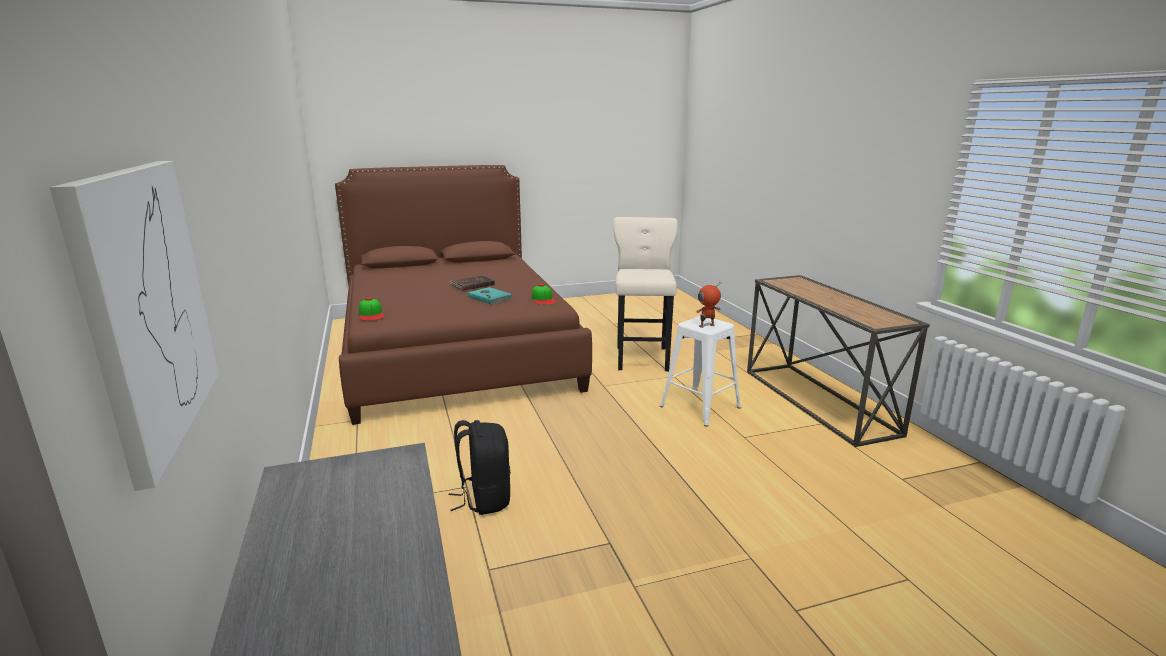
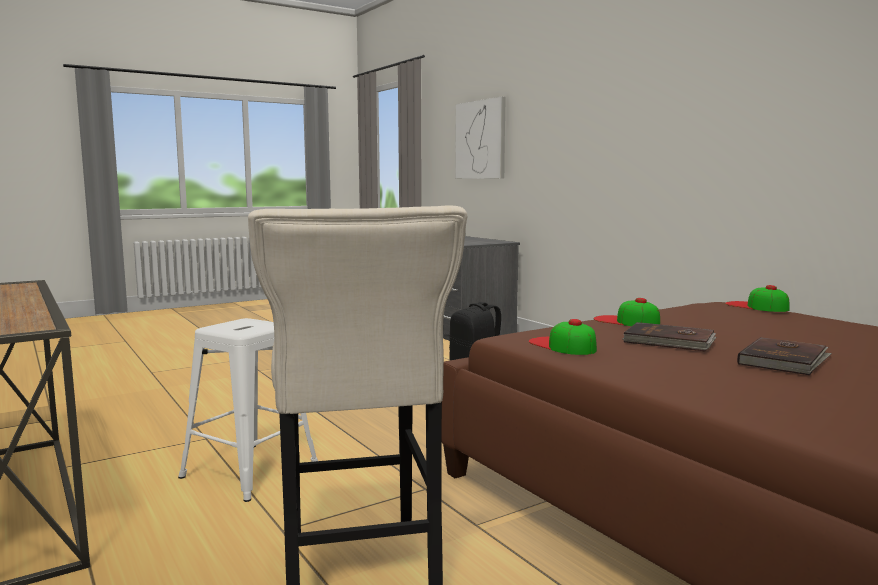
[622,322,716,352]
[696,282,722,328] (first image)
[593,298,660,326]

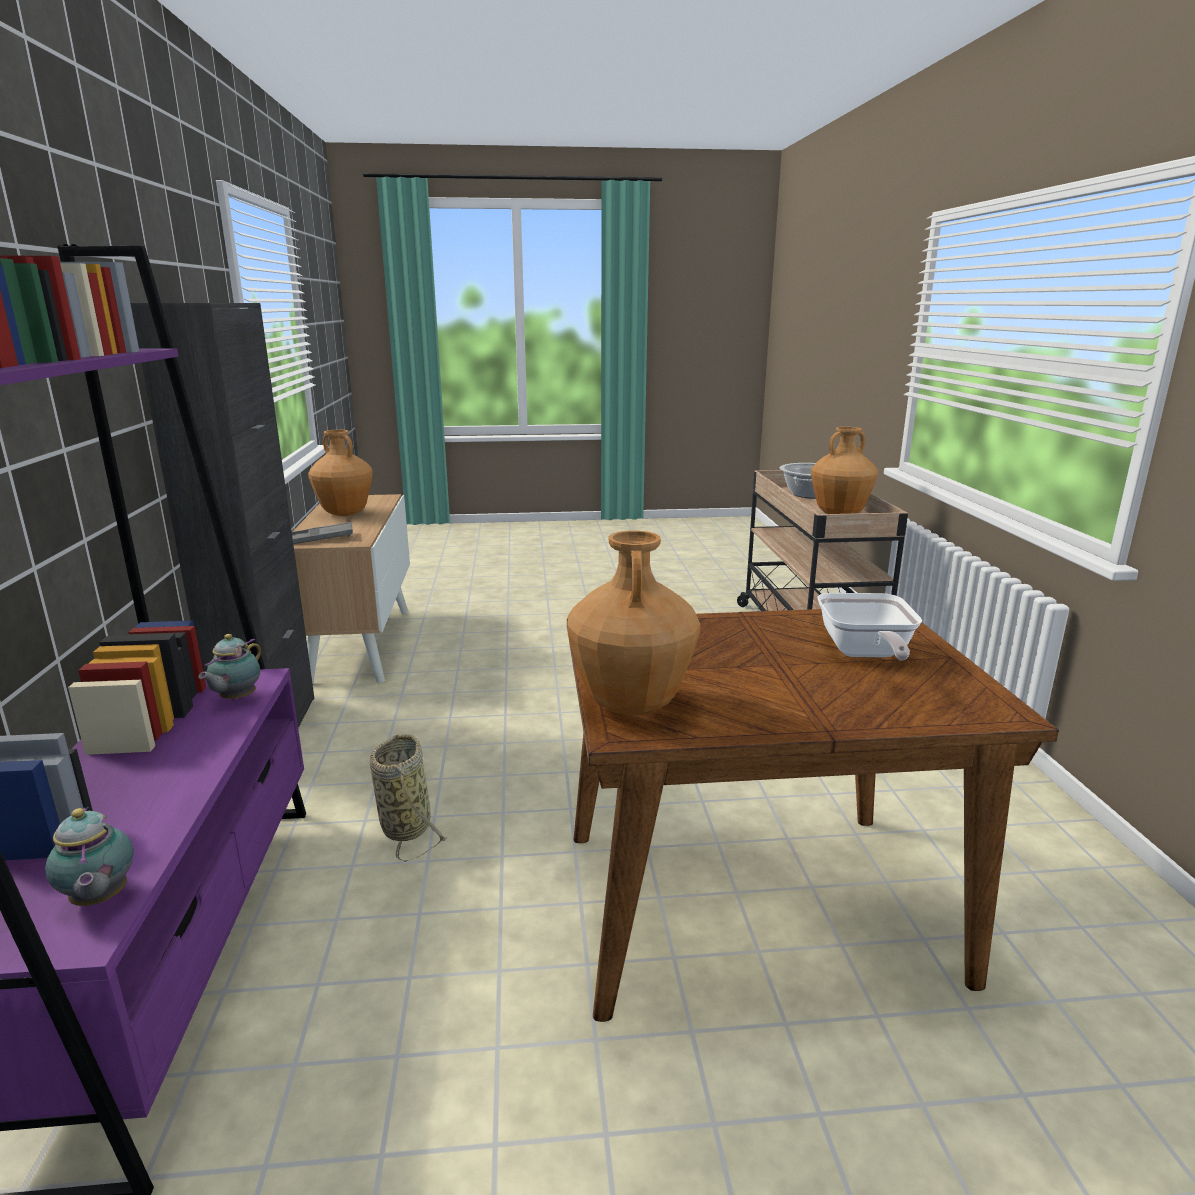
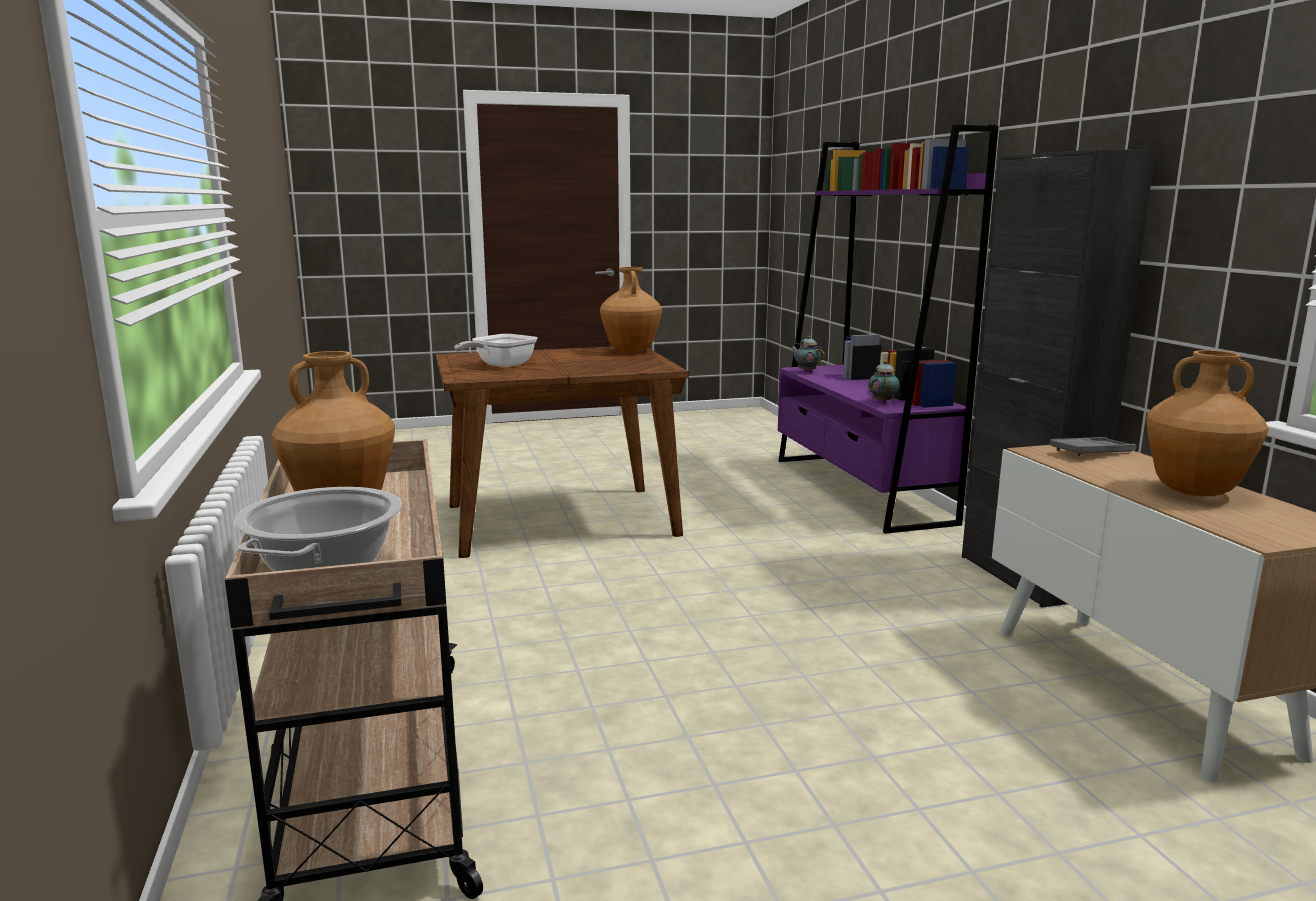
[370,734,448,862] (first image)
[454,334,538,367]

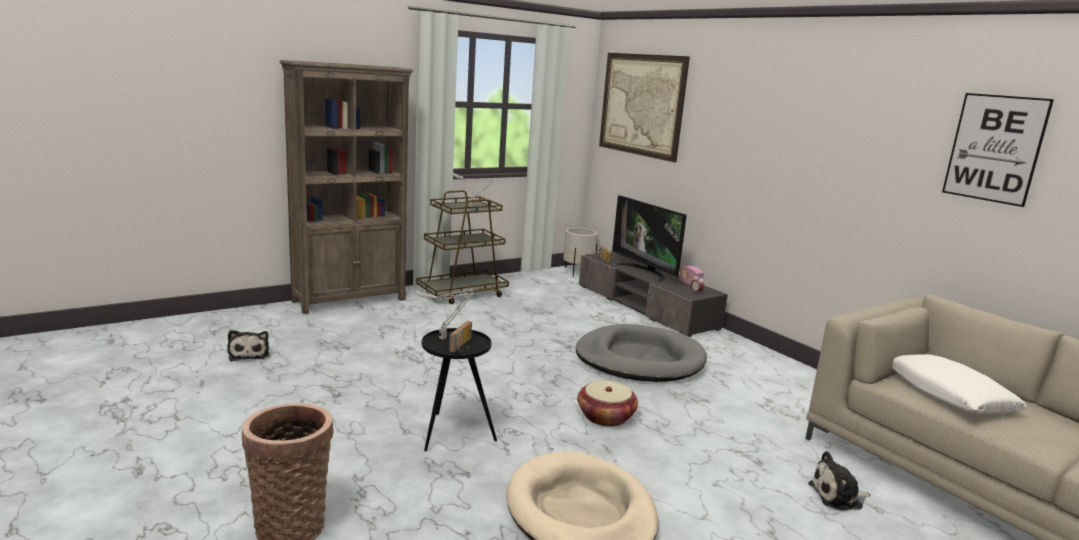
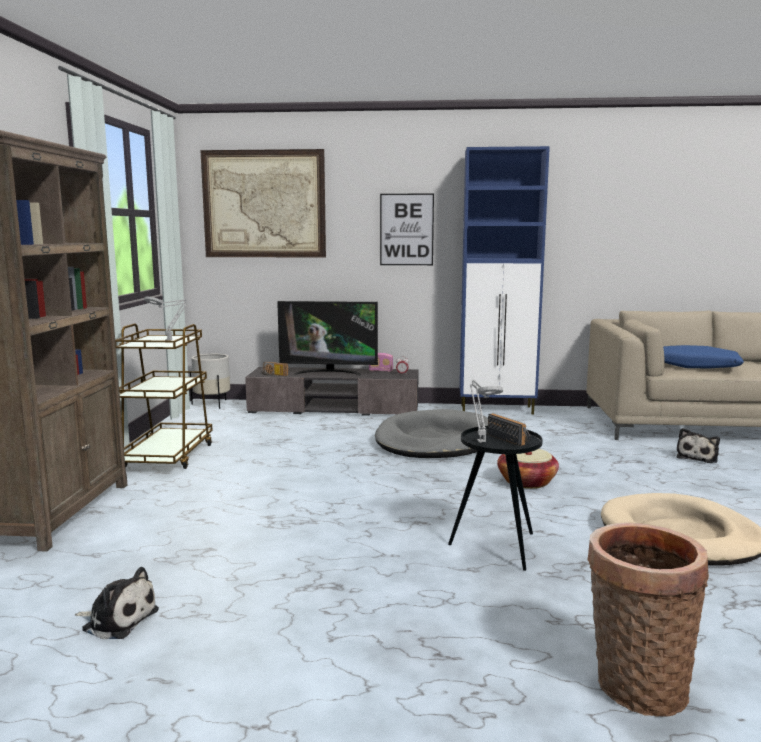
[663,345,744,369]
[380,194,434,265]
[460,146,550,414]

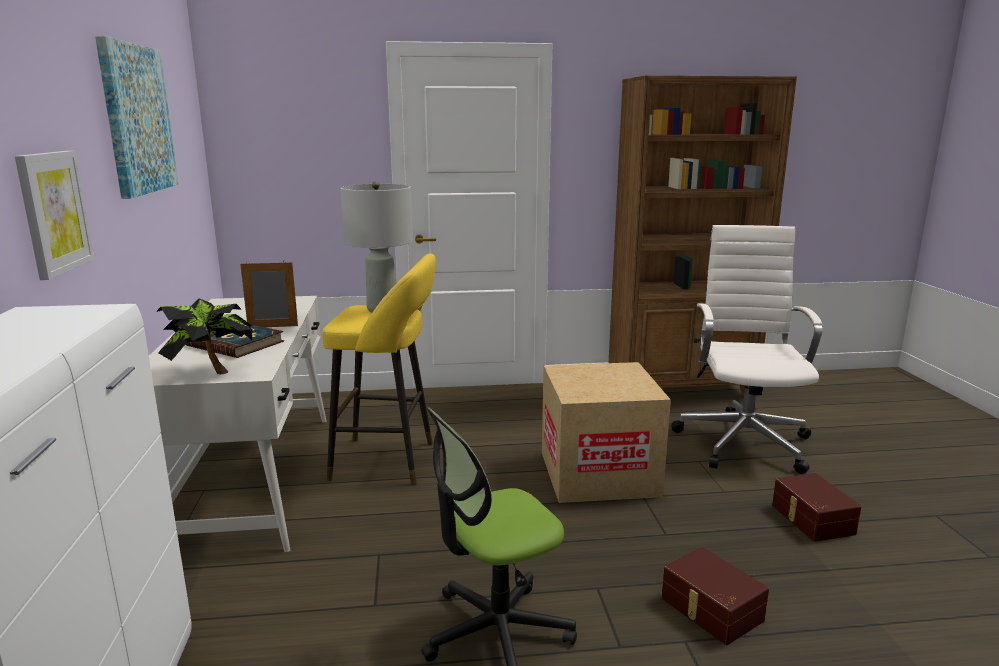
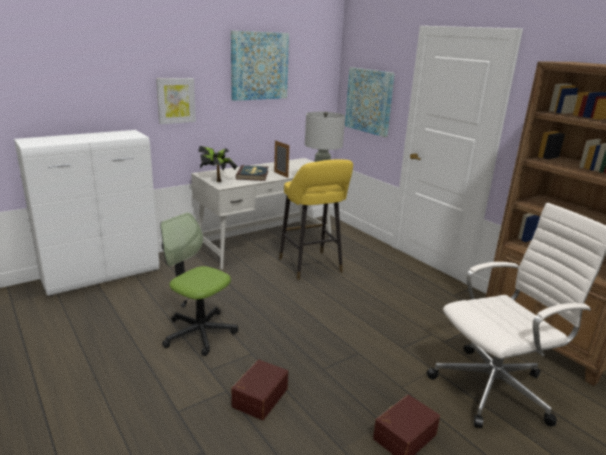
[542,362,671,503] (first image)
[345,67,395,137]

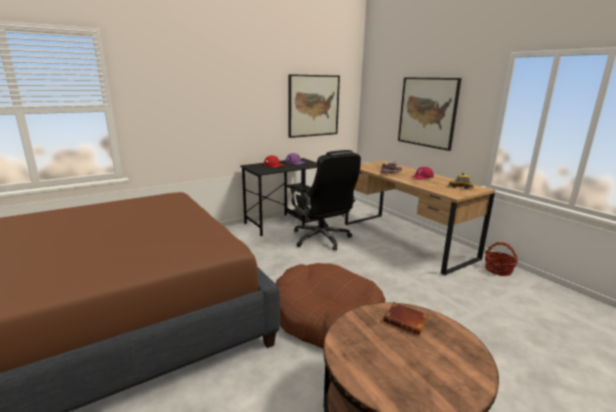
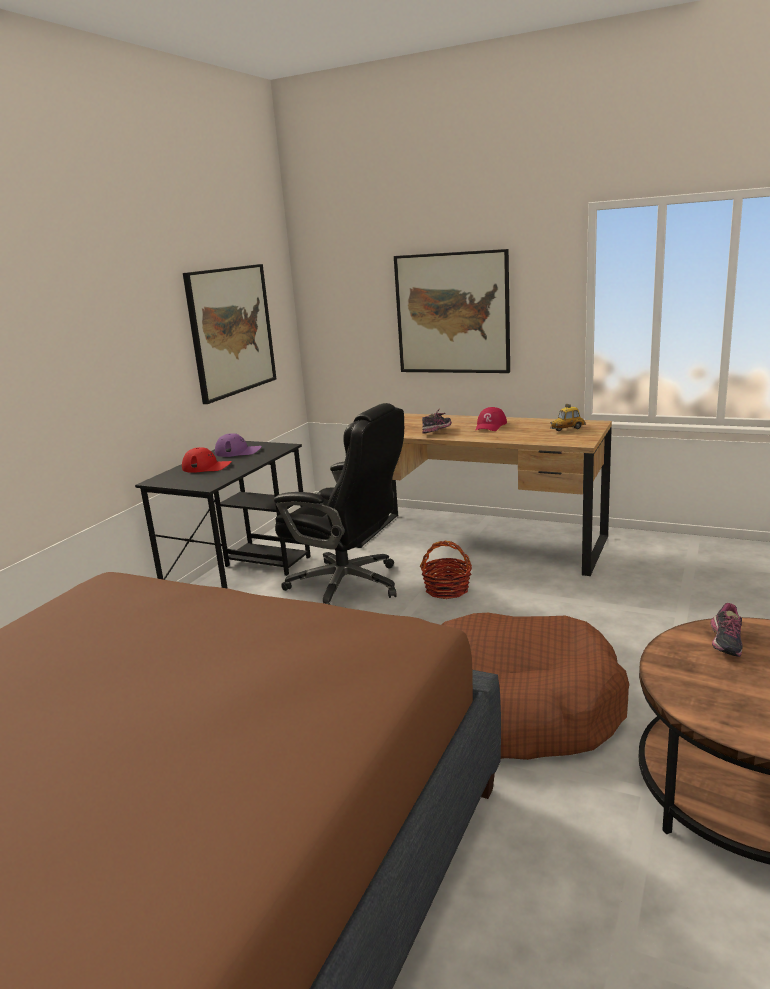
[711,603,743,657]
[420,541,472,599]

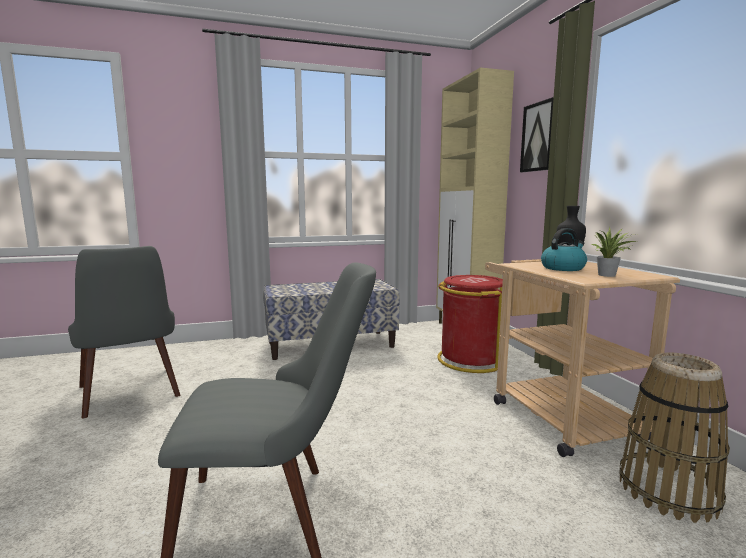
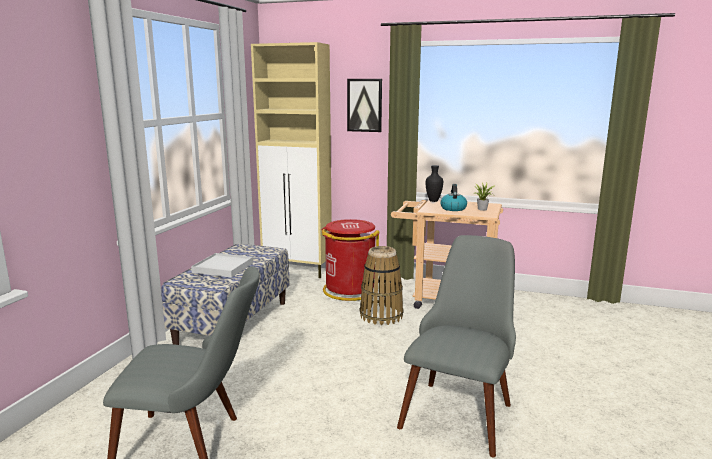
[360,246,404,325]
[191,253,253,278]

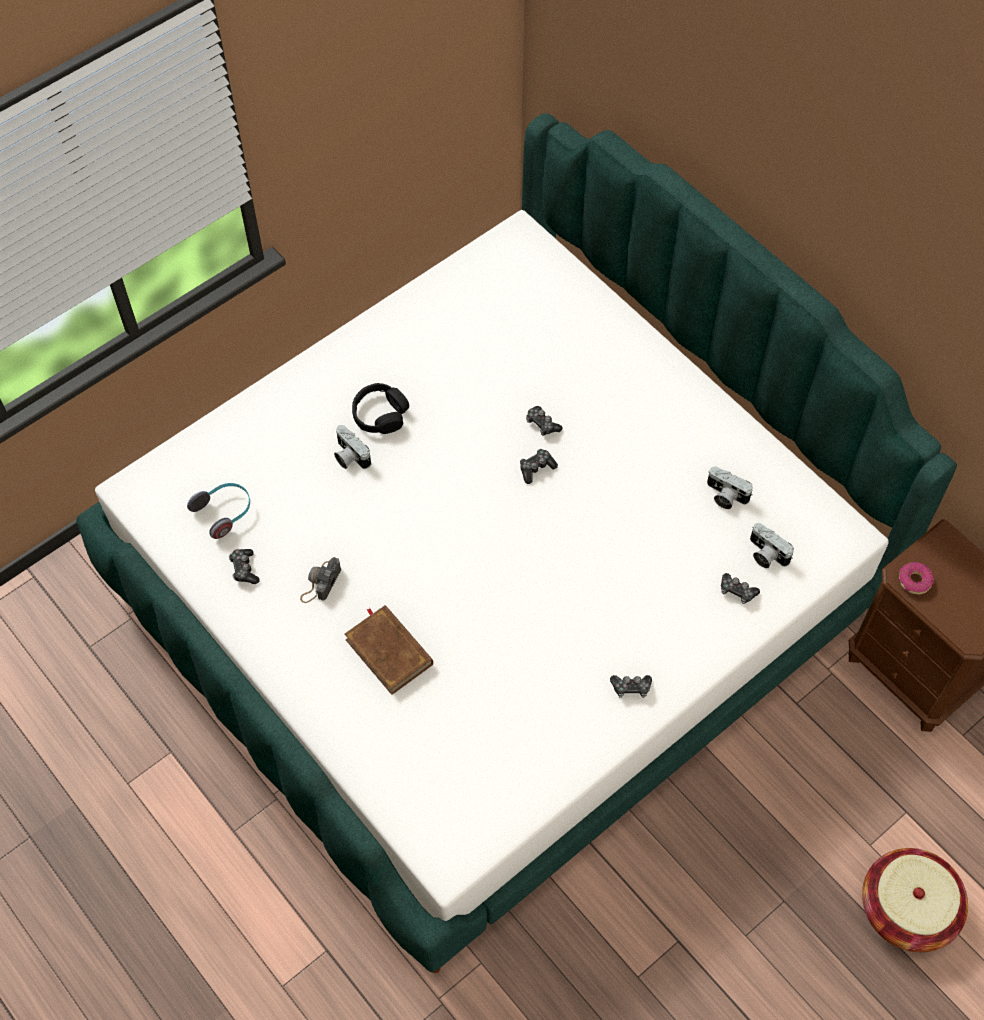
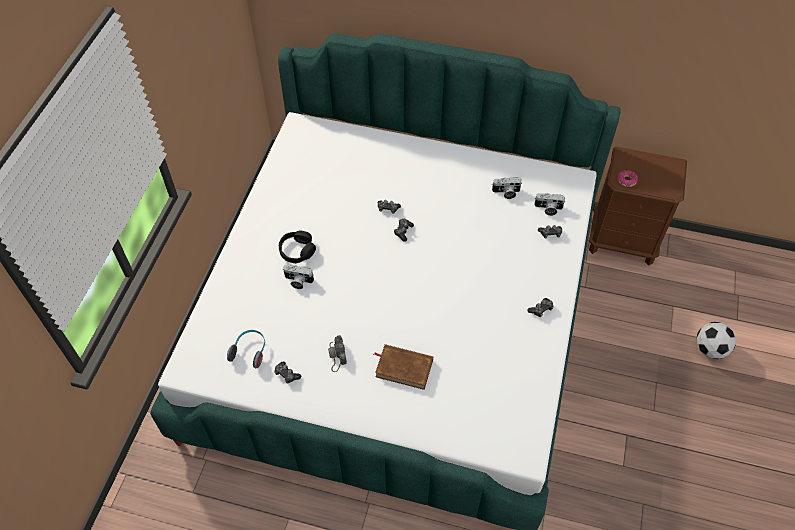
[696,322,736,359]

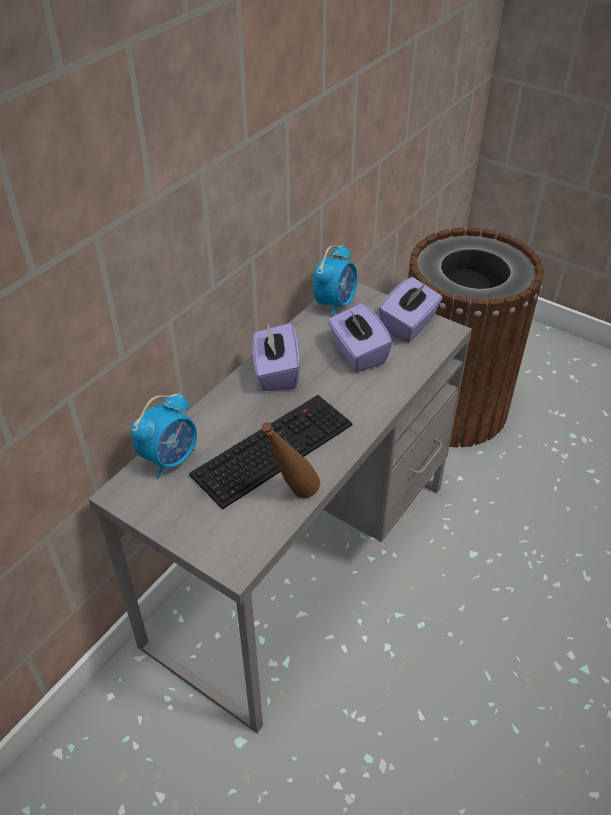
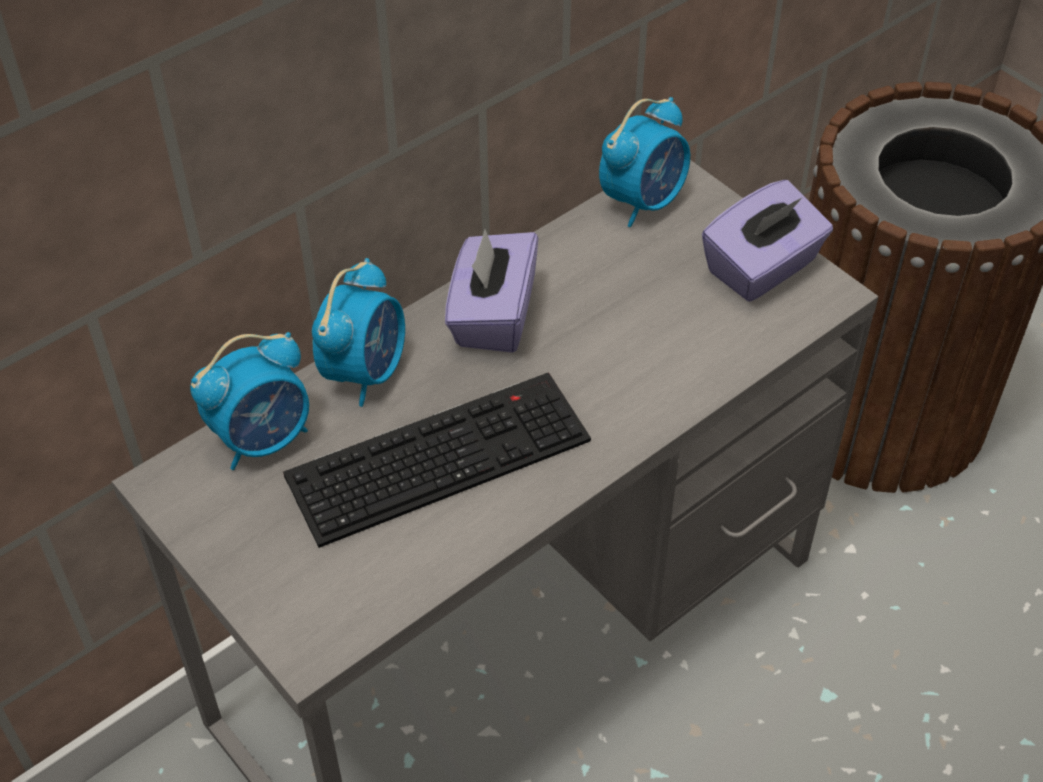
[261,422,320,498] (first image)
[328,303,393,372] (first image)
[312,258,405,407]

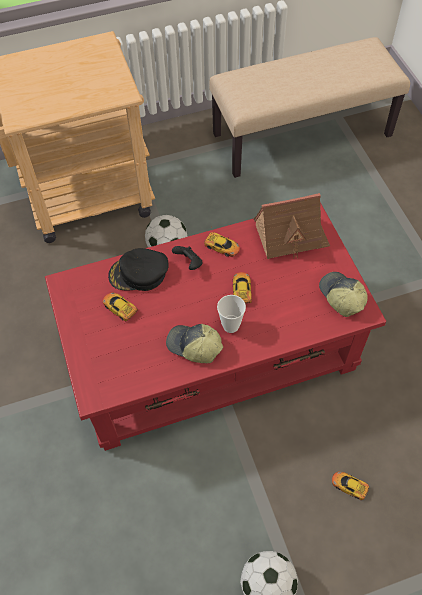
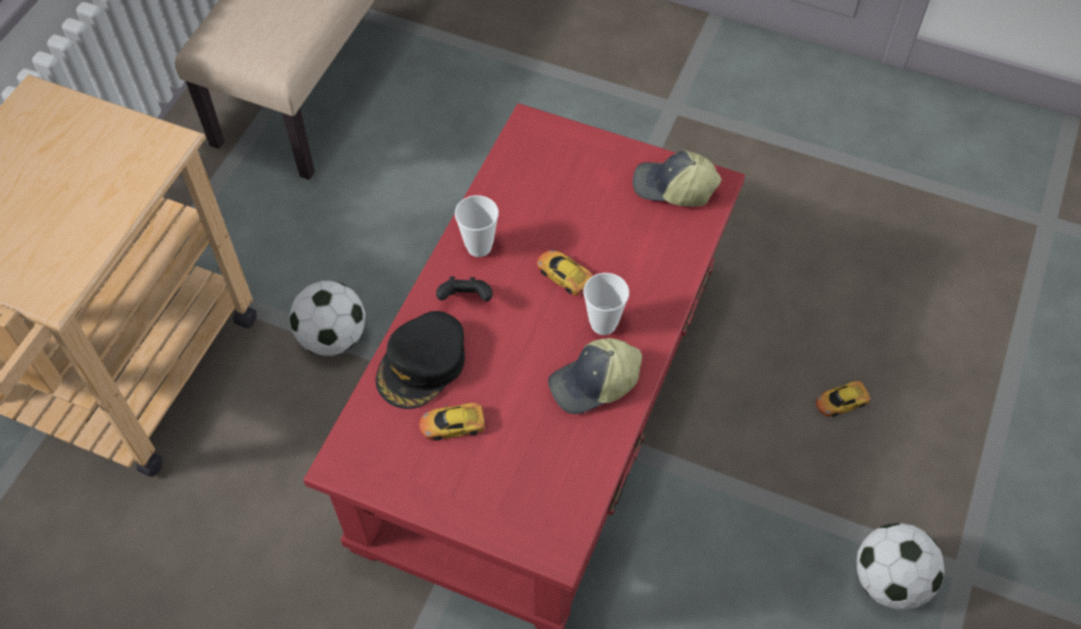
[455,195,499,257]
[253,193,330,259] (first image)

